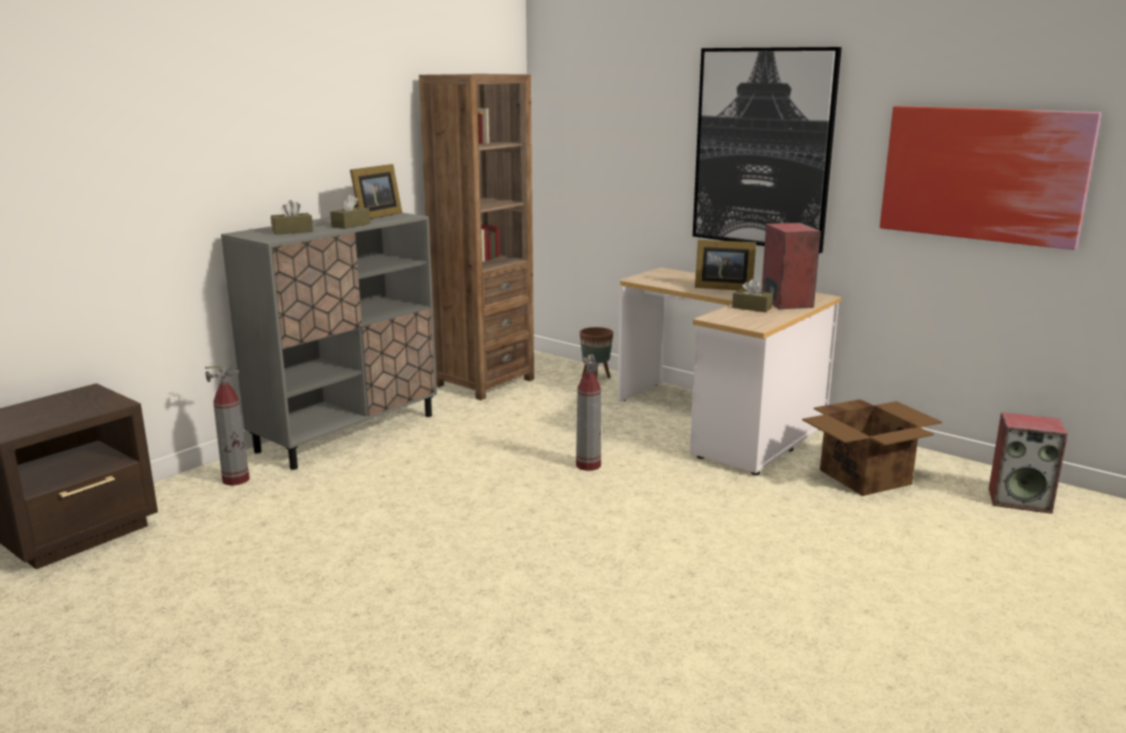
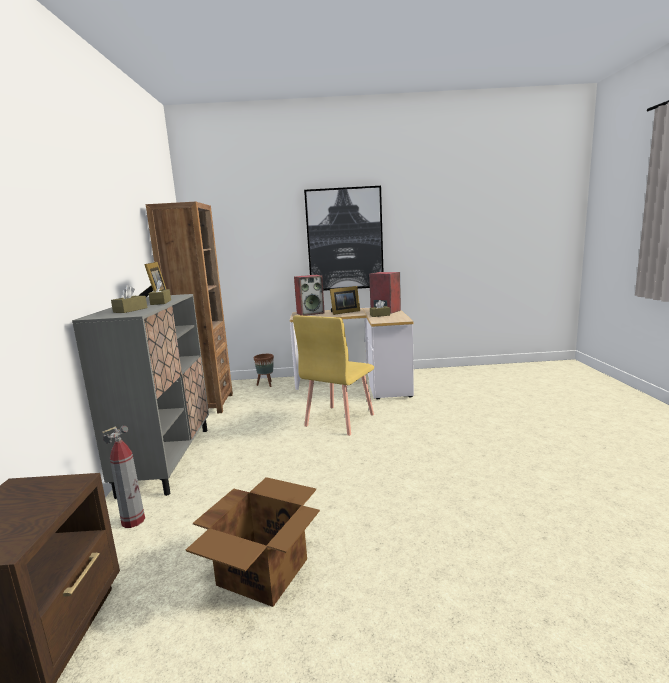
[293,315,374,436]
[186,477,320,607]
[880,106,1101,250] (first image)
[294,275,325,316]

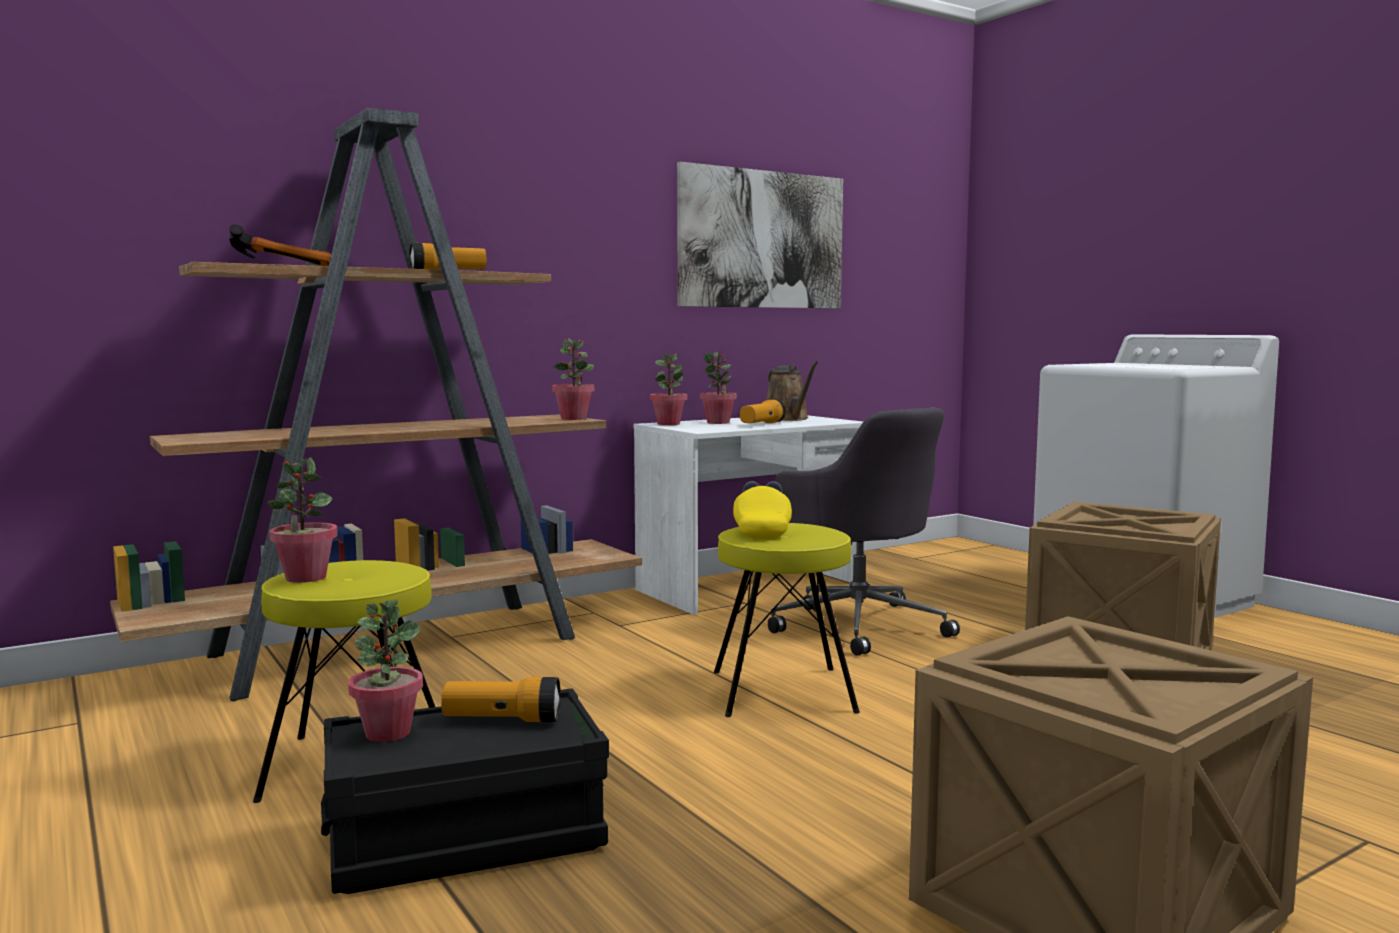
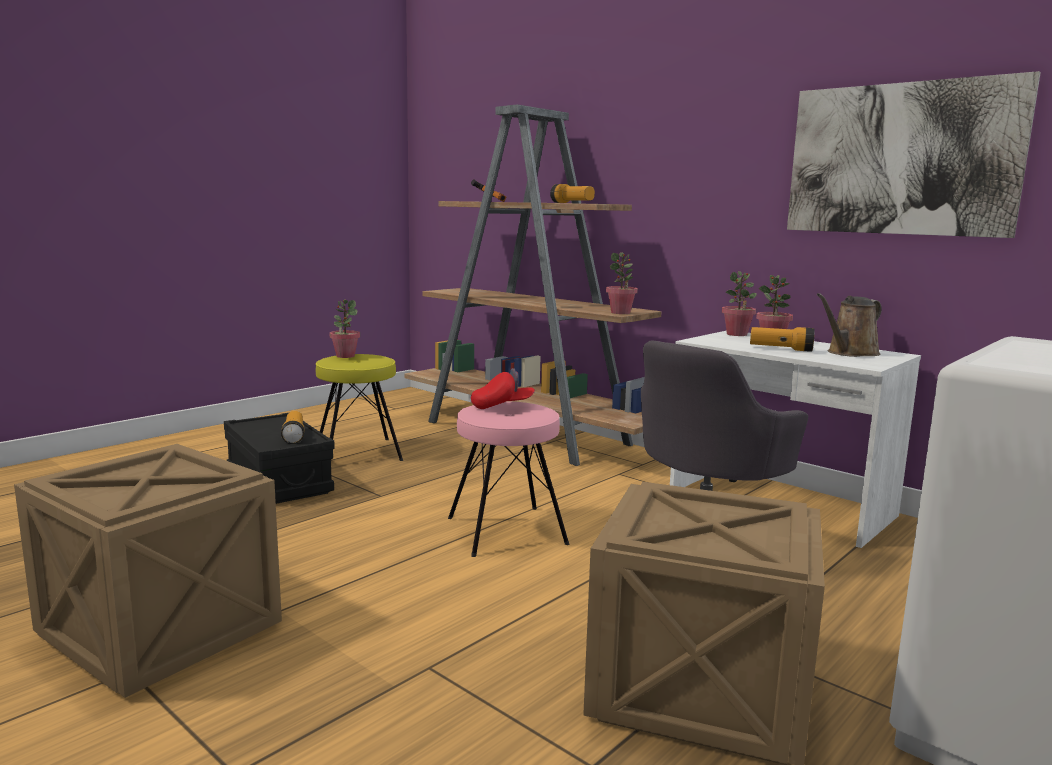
[348,599,423,742] (first image)
[448,401,569,557]
[471,368,535,409]

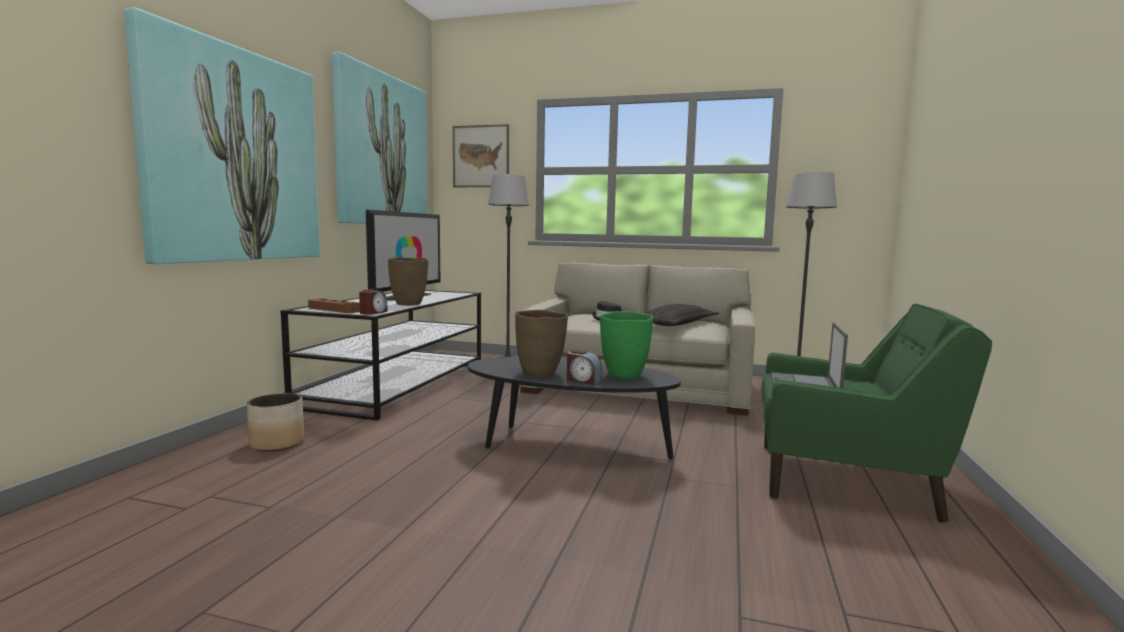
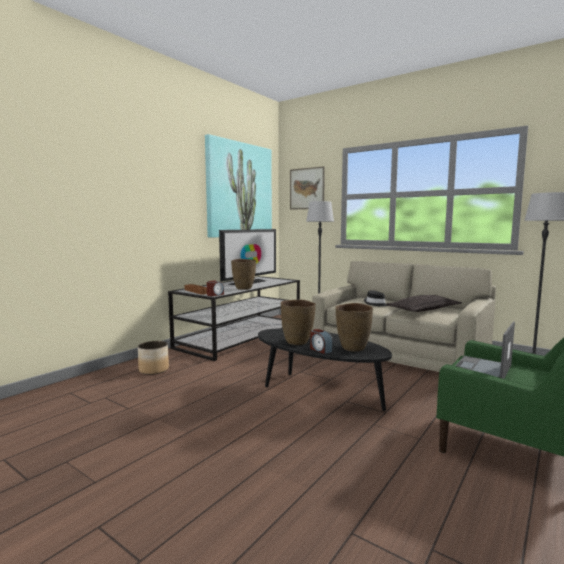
[124,7,320,264] (first image)
[335,303,373,352]

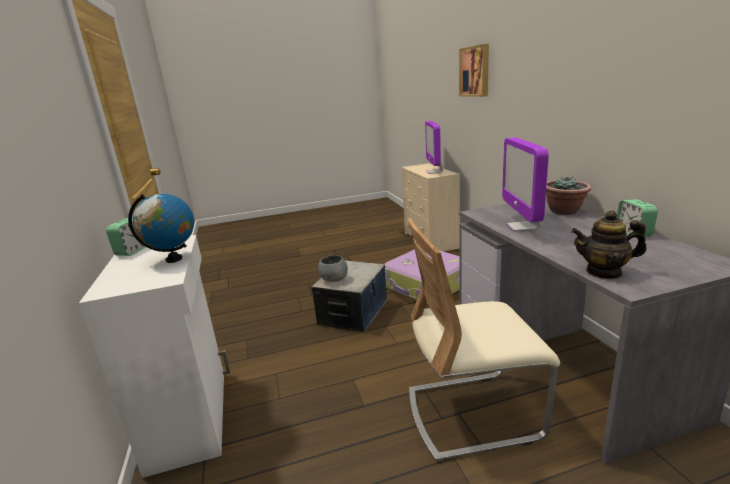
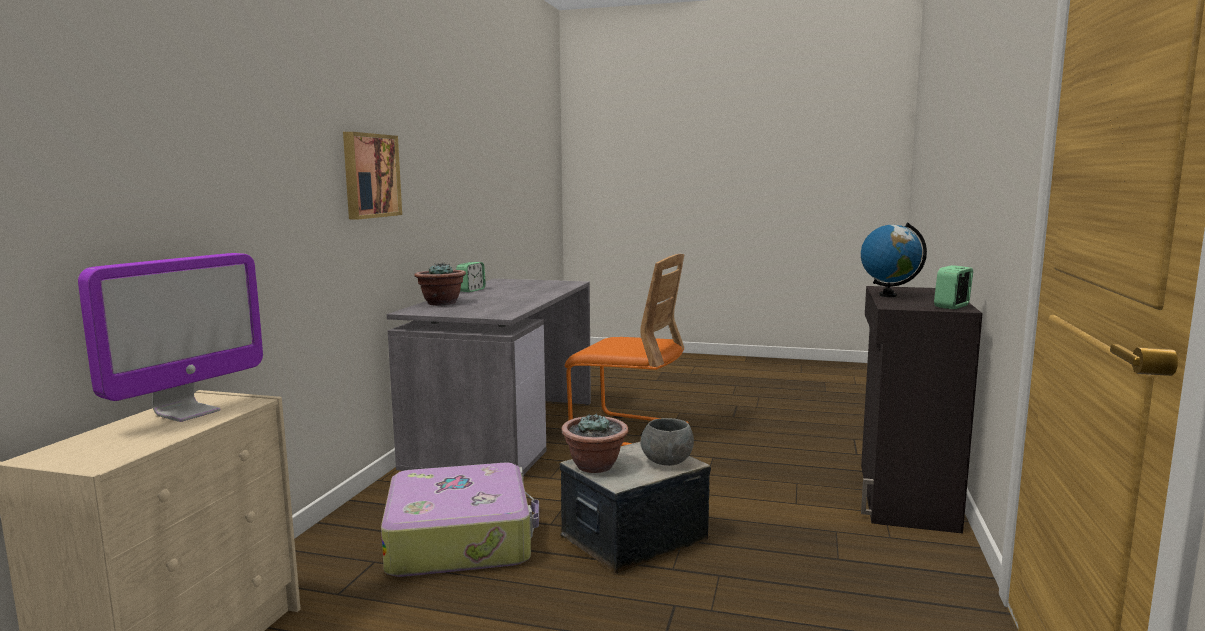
[861,286,983,534]
[565,254,688,446]
[343,132,402,219]
[502,137,549,231] (first image)
[571,210,646,279] (first image)
[561,413,628,473]

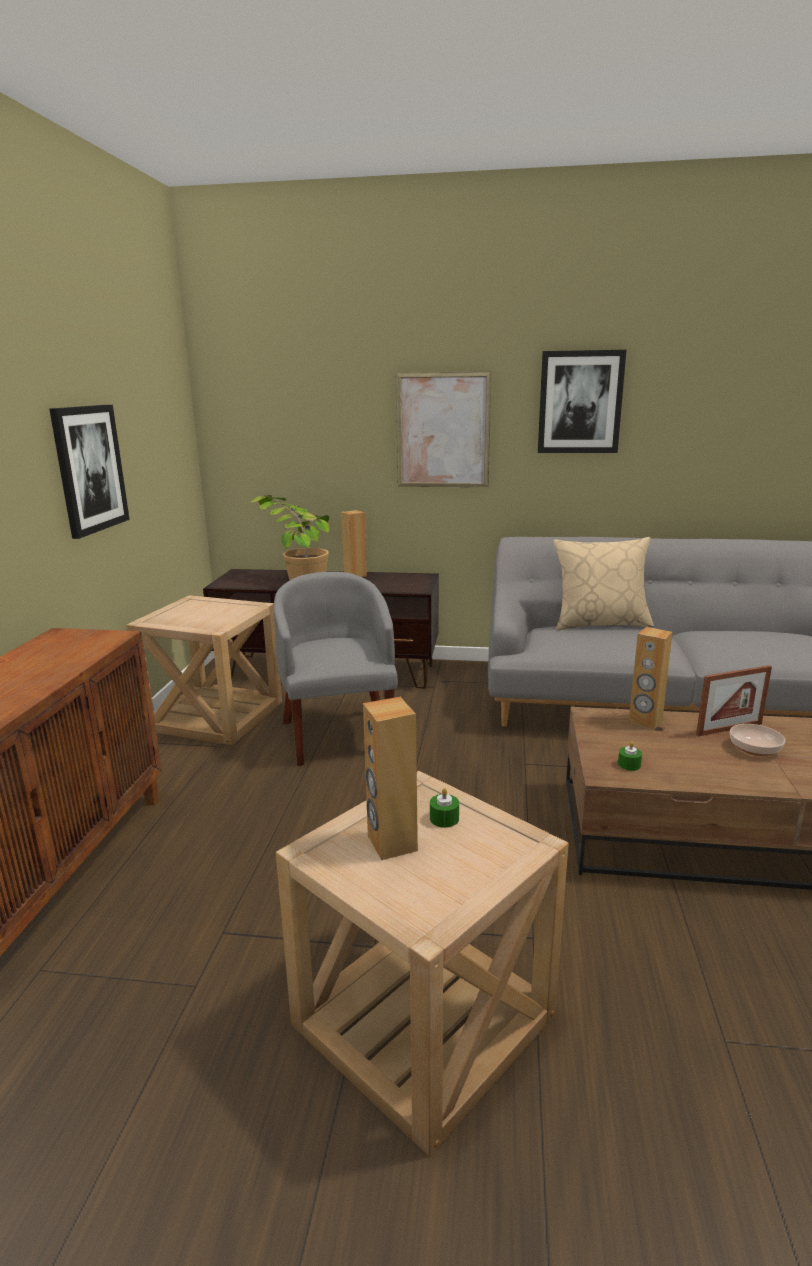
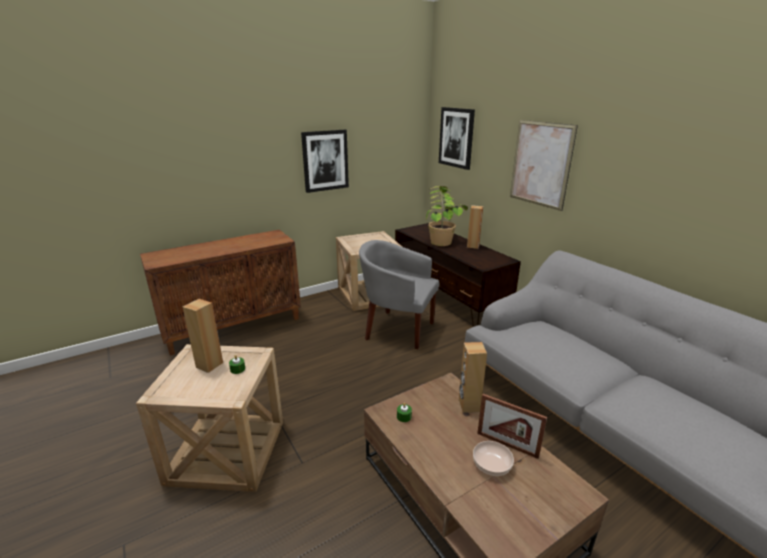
[359,240,439,350]
[439,107,475,170]
[553,537,654,630] (first image)

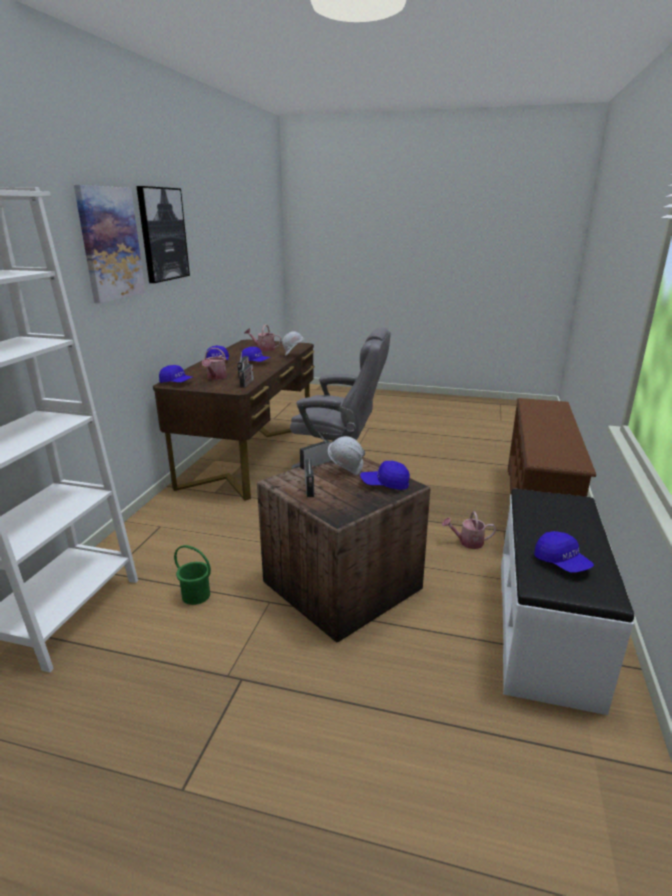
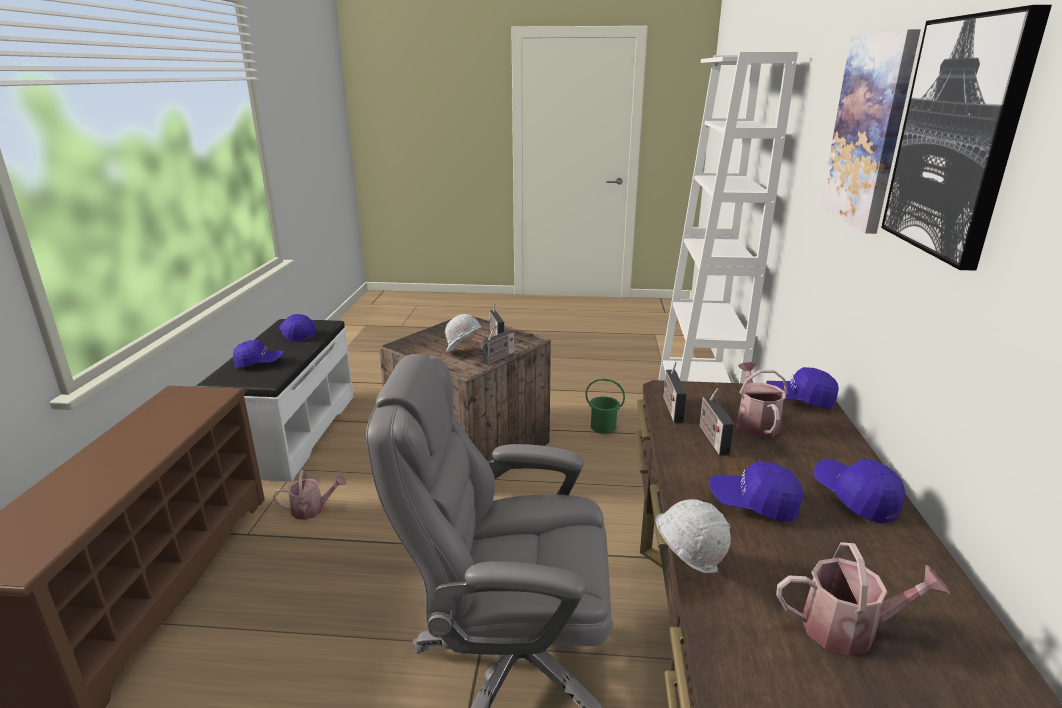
[233,340,284,368]

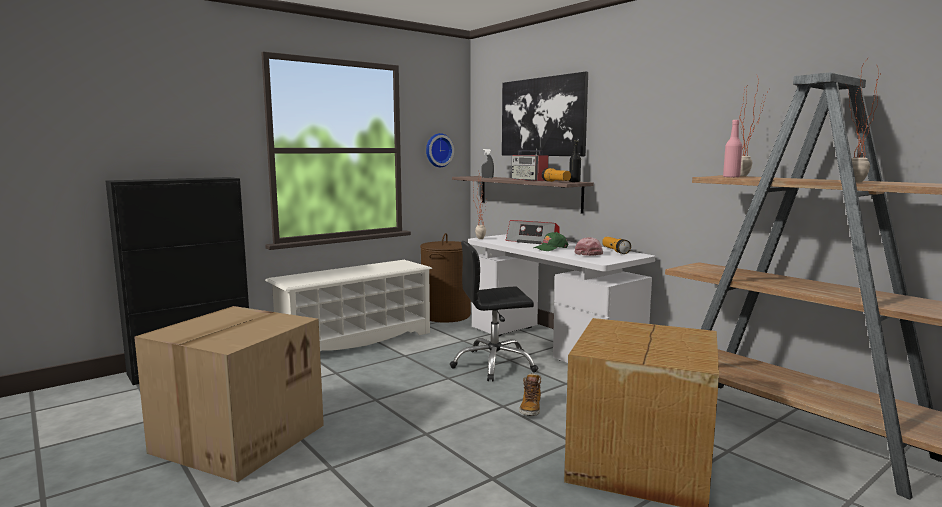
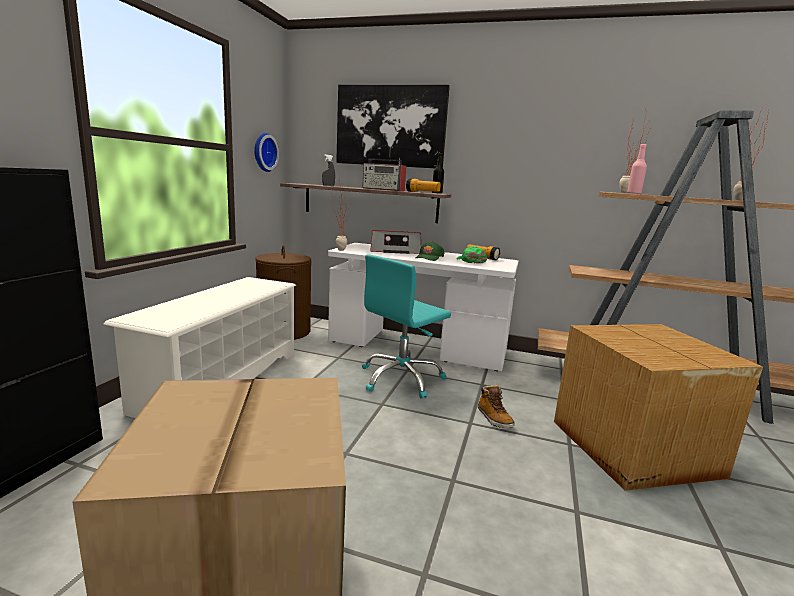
[362,254,451,398]
[457,246,487,264]

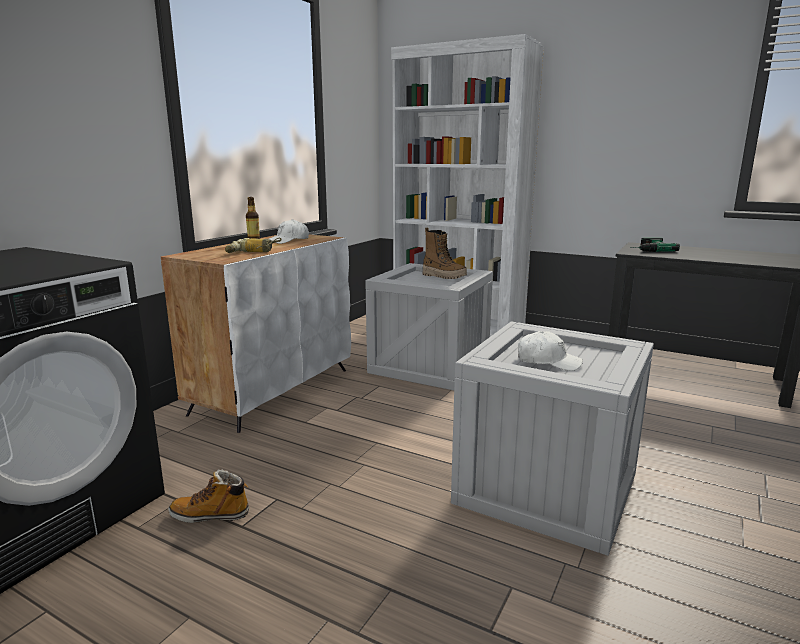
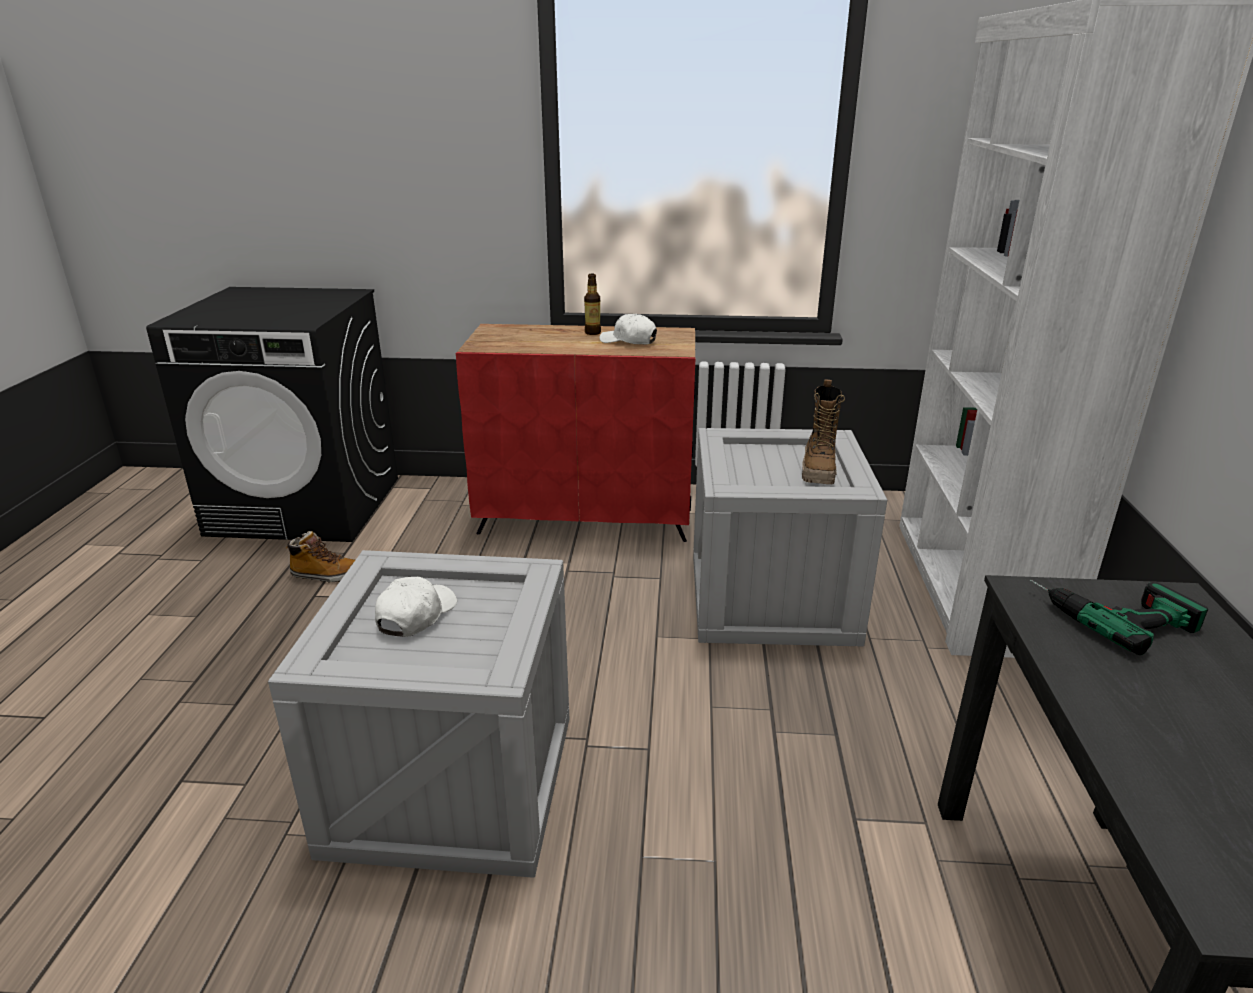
[456,324,696,542]
[286,531,355,582]
[225,238,281,253] (first image)
[375,577,457,637]

